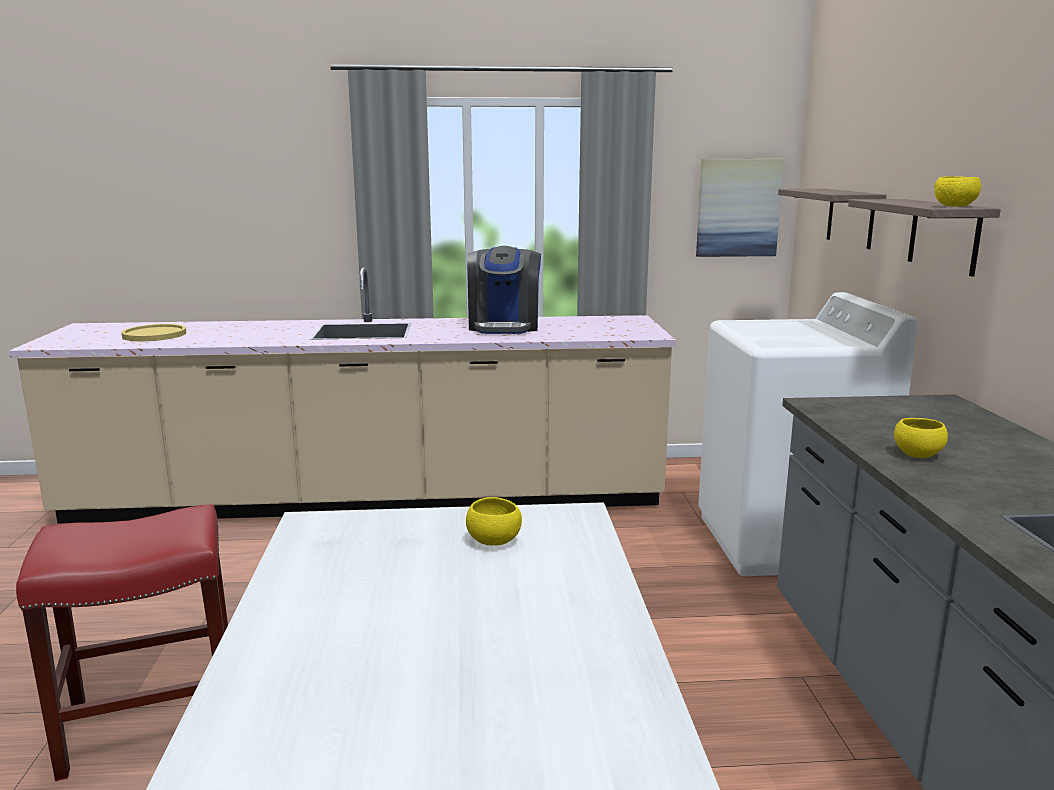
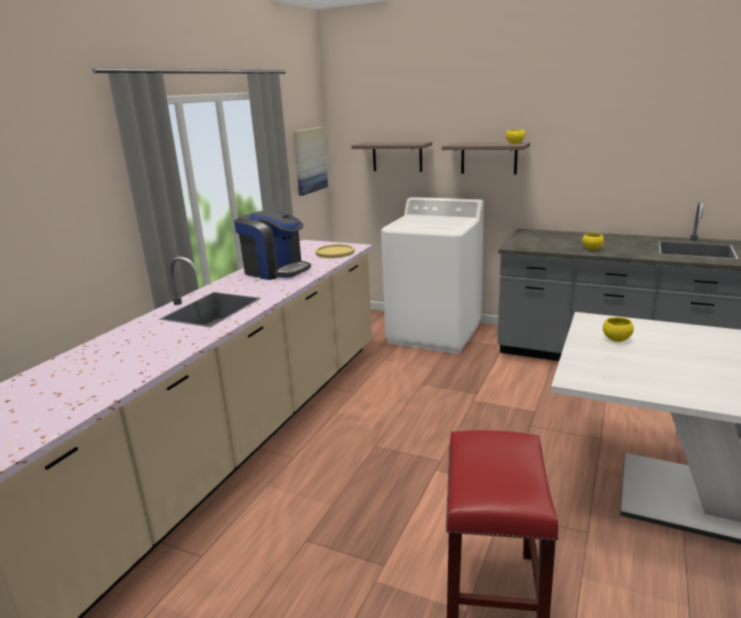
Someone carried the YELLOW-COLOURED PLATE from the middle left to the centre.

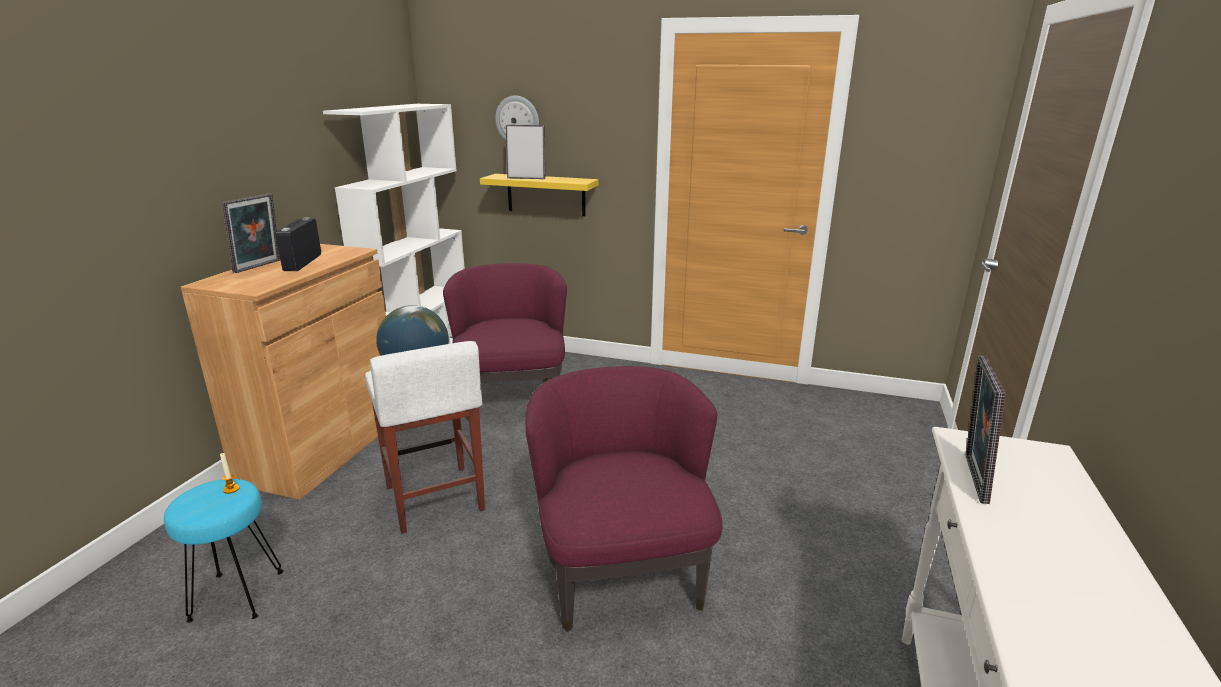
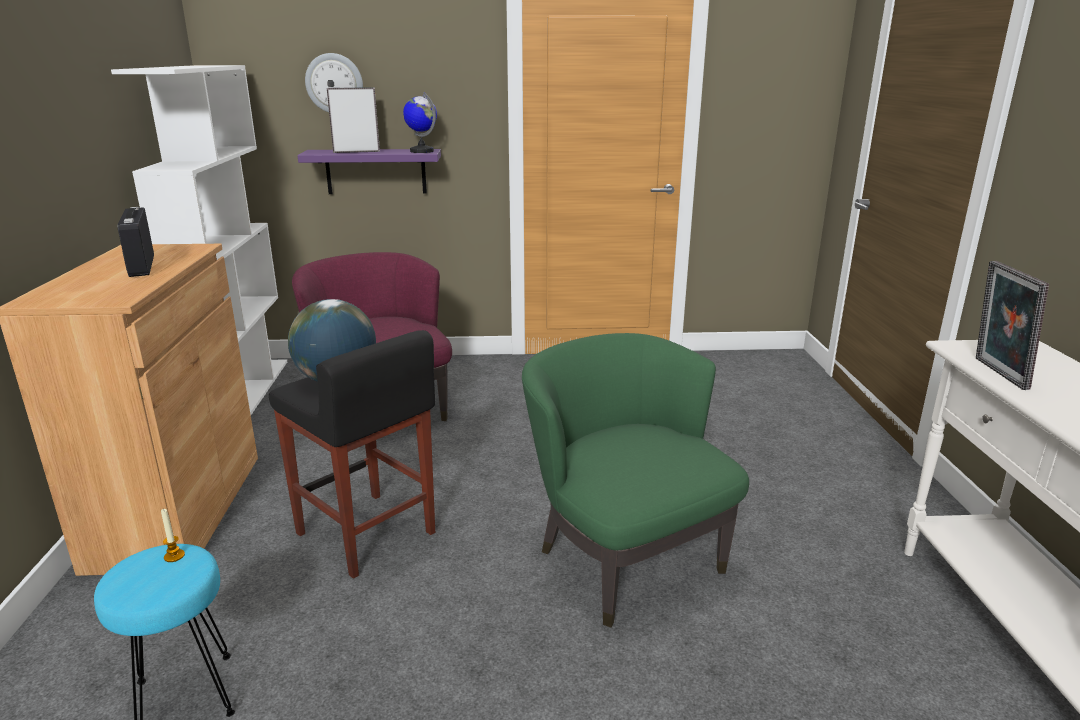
Someone took away the PICTURE FRAME (1st from left) at the middle left. Someone put down the GLOBE (2nd from left) at the top centre. Someone repainted the WHITE STOOL at the centre, which became the BLACKISH STOOL at the middle left. Someone repainted the YELLOW-COLOURED SHELF at the top centre, which became the PURPLE-COLOURED SHELF at the top centre. Someone repainted the PURPLE-COLOURED ARMCHAIR (2nd from left) at the bottom centre, which became the GREENISH ARMCHAIR at the bottom centre.

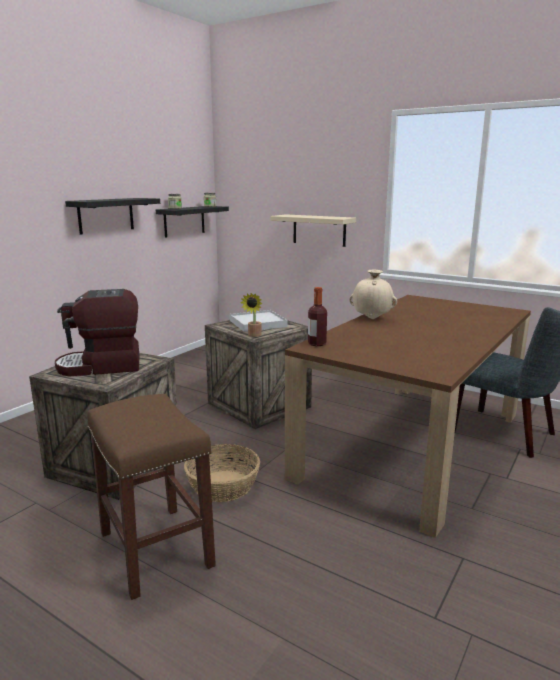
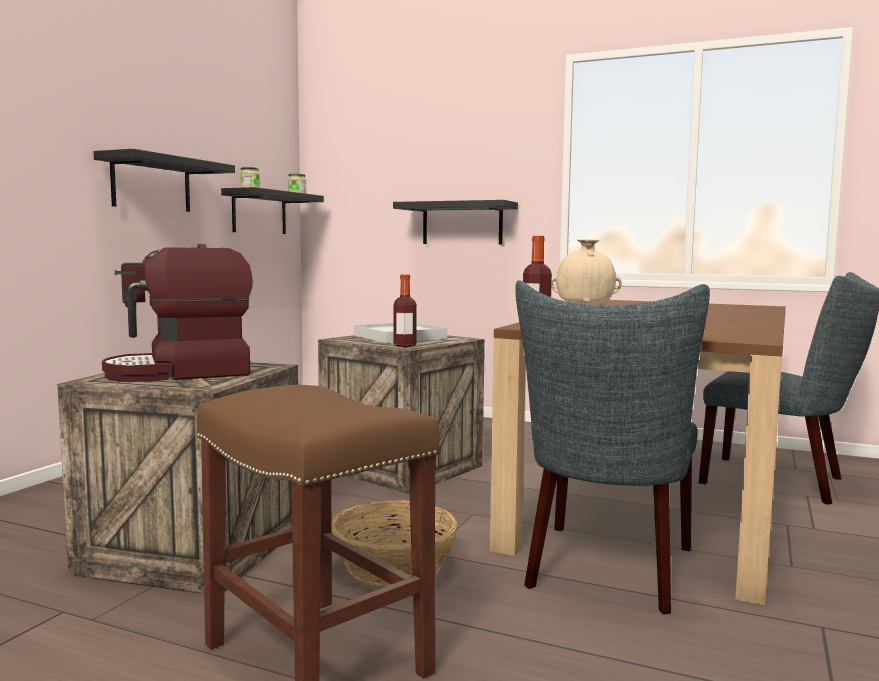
Someone put down the GREY UPRIGHT CHAIR (1st from left) at the middle right. Someone swapped the PLANT IN A POT at the centre for the DRINK BOTTLE (1st from left) at the centre. Someone repainted the BEIGE-COLOURED SHELF at the centre, which became the BLACKISH SHELF (3rd from left) at the top centre.

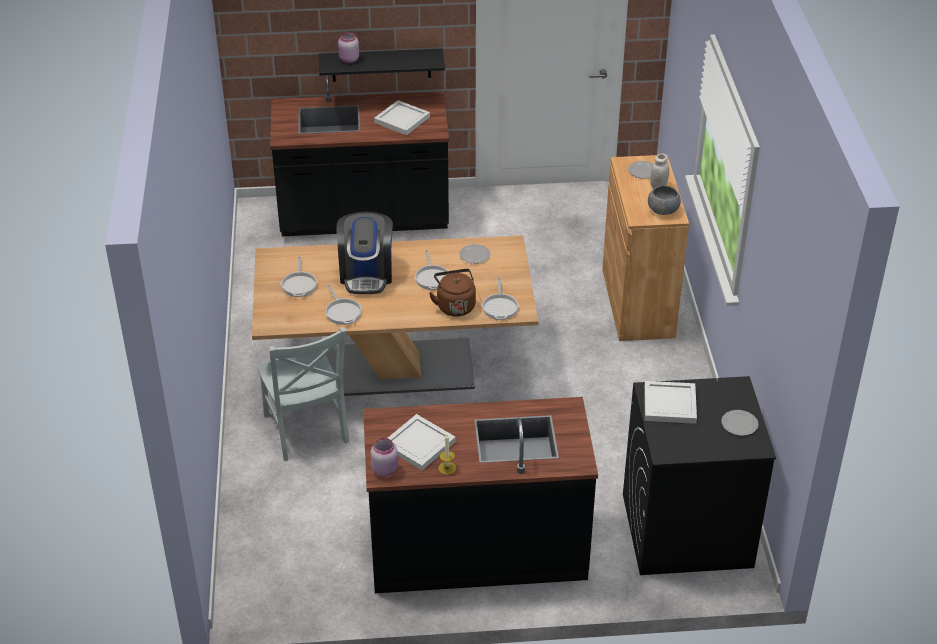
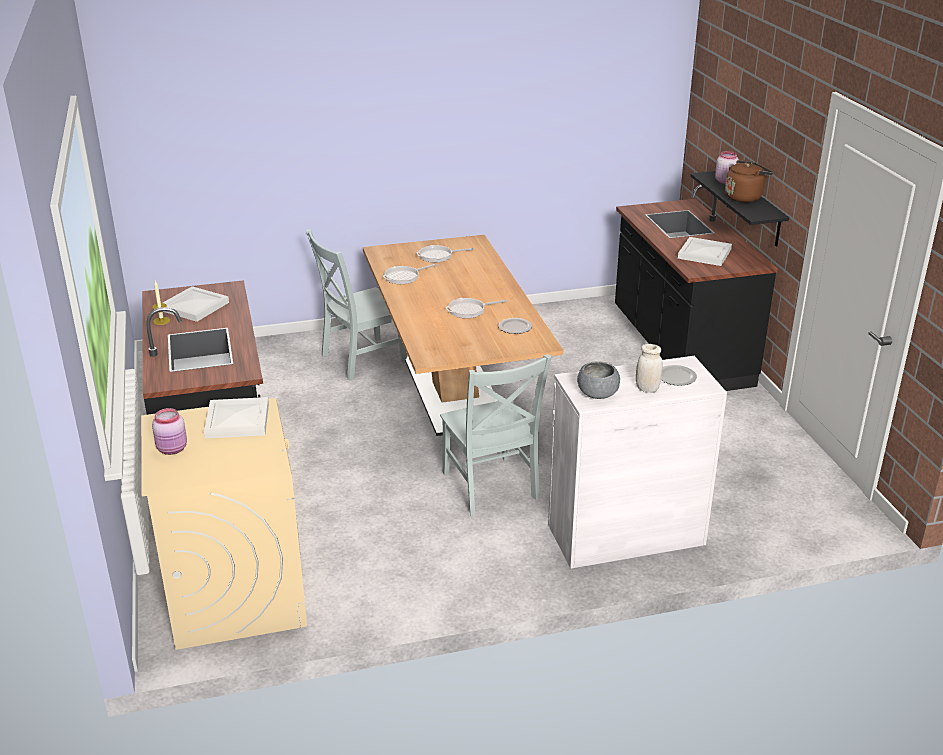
Someone took away the COFFEE MAKER at the centre. Someone took away the PAN (4th from left) at the centre. Someone took away the PLATE (3rd from left) at the middle right. Someone put down the GREY UPRIGHT CHAIR (2nd from left) at the centre. Someone carried the PINK-COLOURED STORAGE JAR (2nd from left in the first image) from the bottom centre to the middle left. Someone carried the BROWNISH WATER KETTLE from the centre to the top right. Someone repainted the BROWNISH STORAGE CABINET at the middle right, which became the WHITE STORAGE CABINET at the middle right. Someone repainted the BLACKISH LAUNDRY MACHINE at the bottom right, which became the BEIGE-COLOURED LAUNDRY MACHINE at the bottom left.

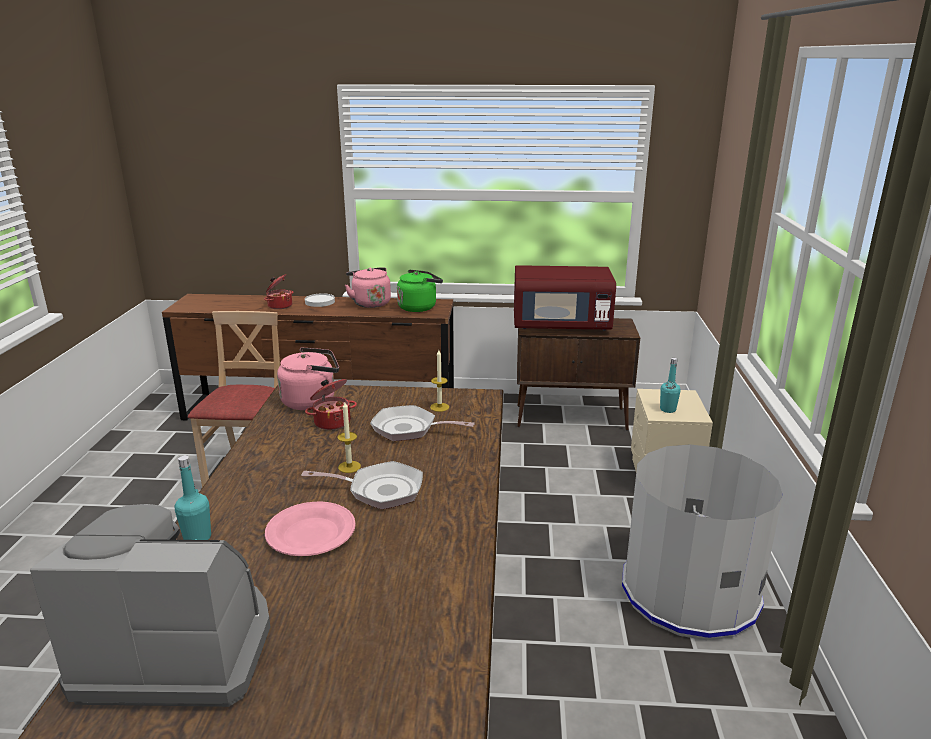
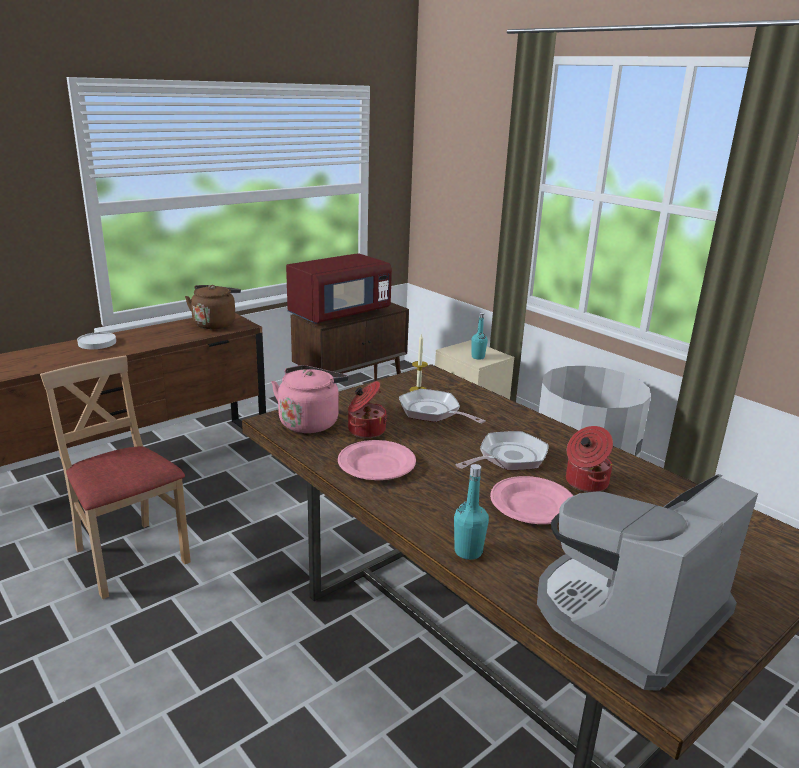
Someone took away the WAX CANDLE (1st from left) at the centre. Someone took away the PINK-COLOURED WATER KETTLE (2nd from left) at the centre. Someone put down the PINK-COLOURED PLATE (1st from left) at the centre. Someone carried the STOCKPOT (1st from left in the first image) from the middle left to the middle right. Someone repainted the GREENISH WATER KETTLE at the centre, which became the BROWNISH WATER KETTLE at the middle left. Someone rotated the PAN (2nd from left in the first image) at the centre by 75 degrees clockwise.

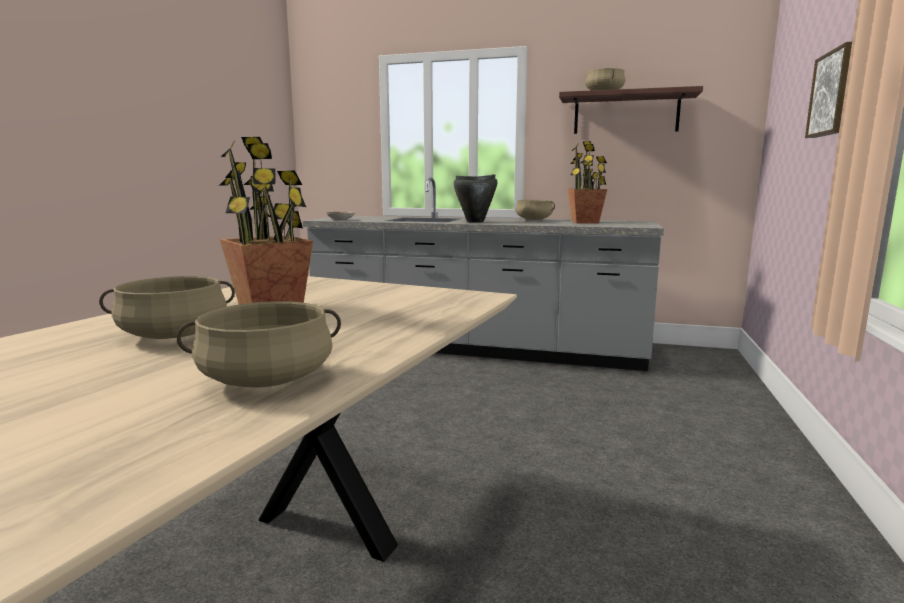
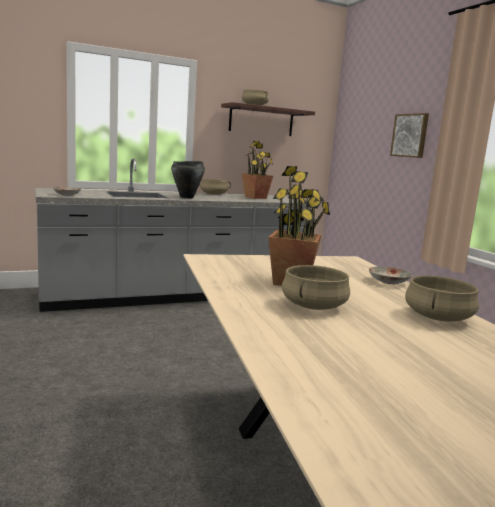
Someone put down the PLATE (2nd from left) at the middle right.

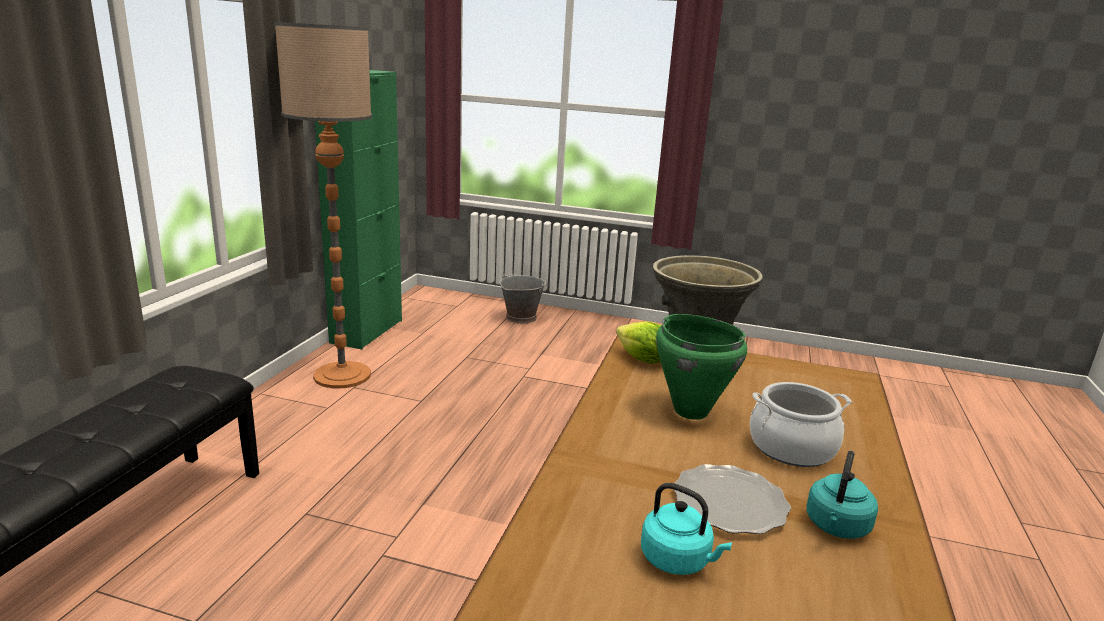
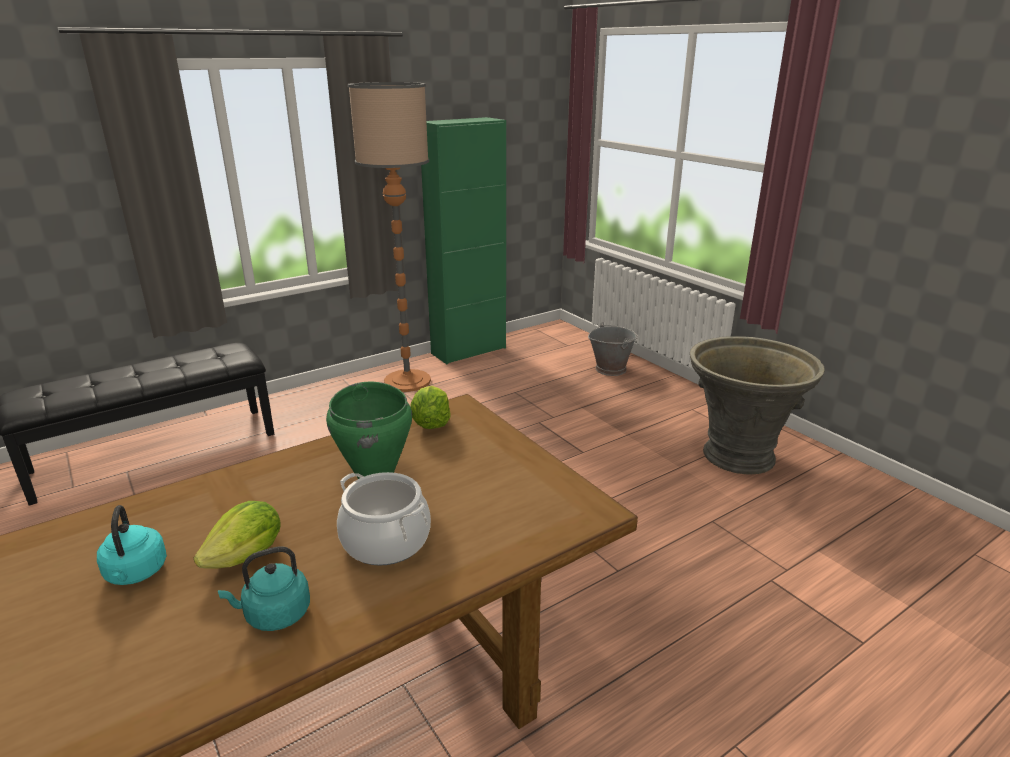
Someone swapped the PLATE at the bottom centre for the HEAD OF LETTUCE (1st from left) at the bottom left.

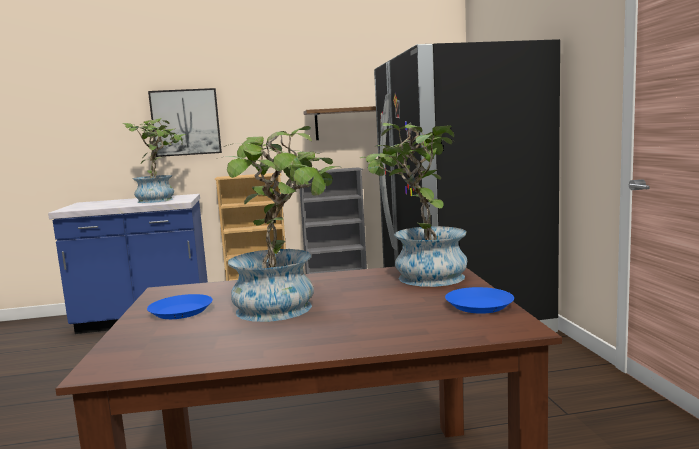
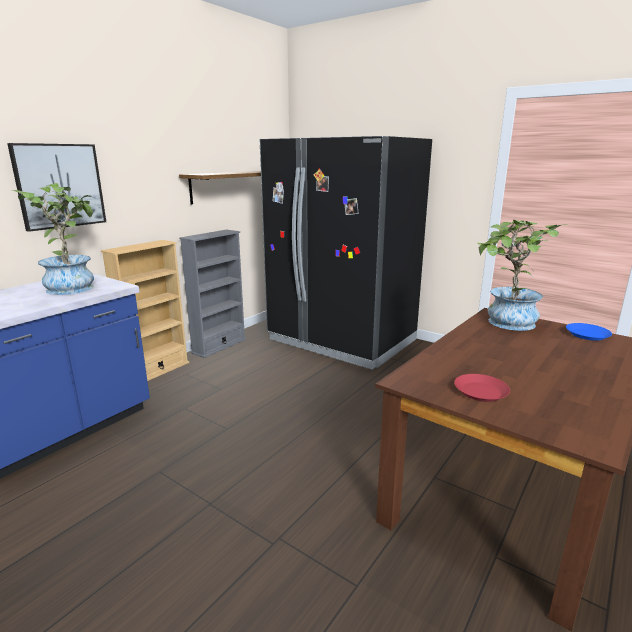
Someone took away the PLANT IN A POT (2nd from left) at the centre. Someone repainted the BLUE PLATE (1st from left) at the bottom left, which became the RED-COLOURED PLATE at the middle right.

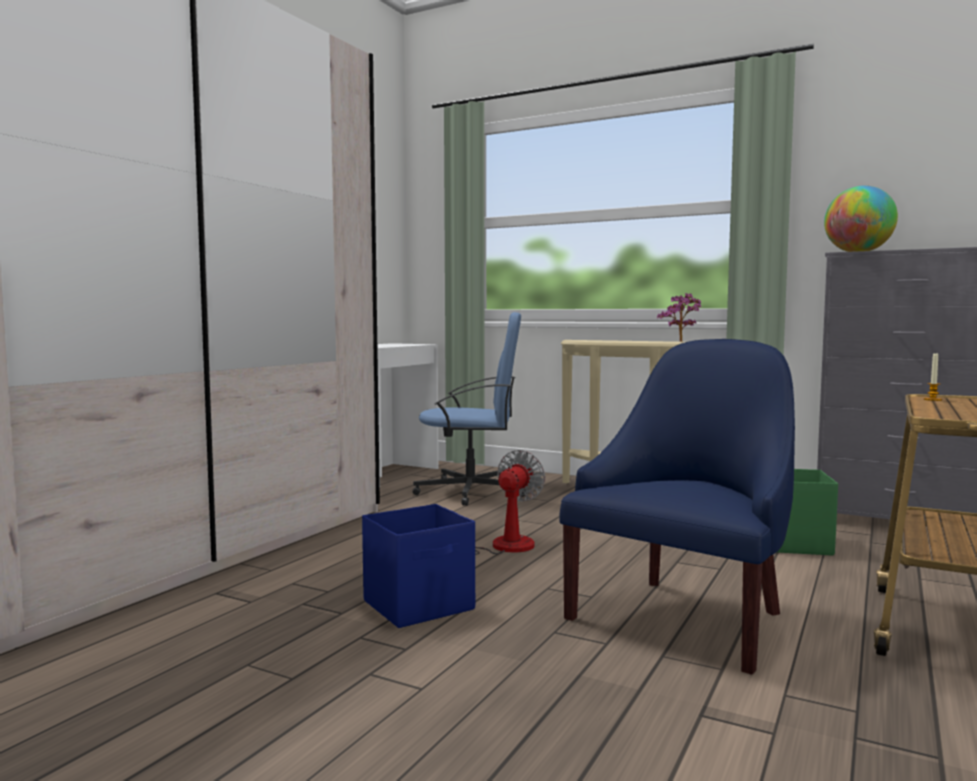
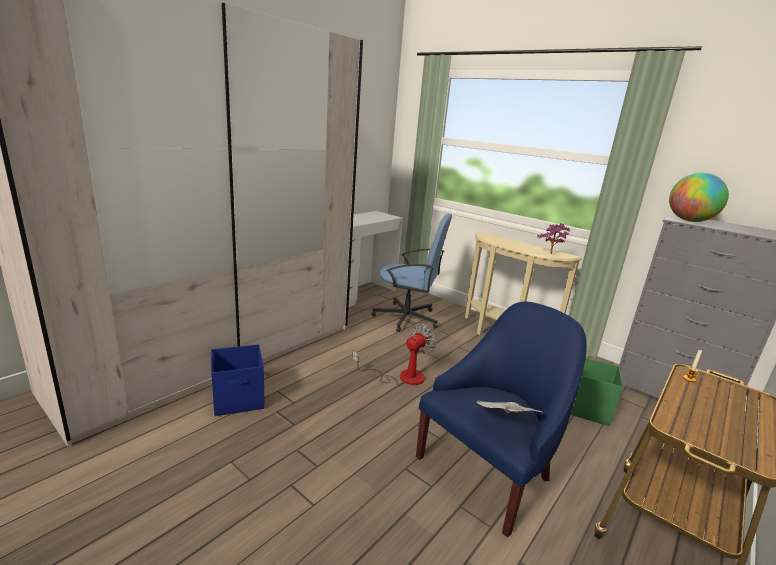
Someone put down the NEWSPAPER at the bottom centre. Someone carried the BLUE STORAGE BOX from the bottom centre to the bottom left.

